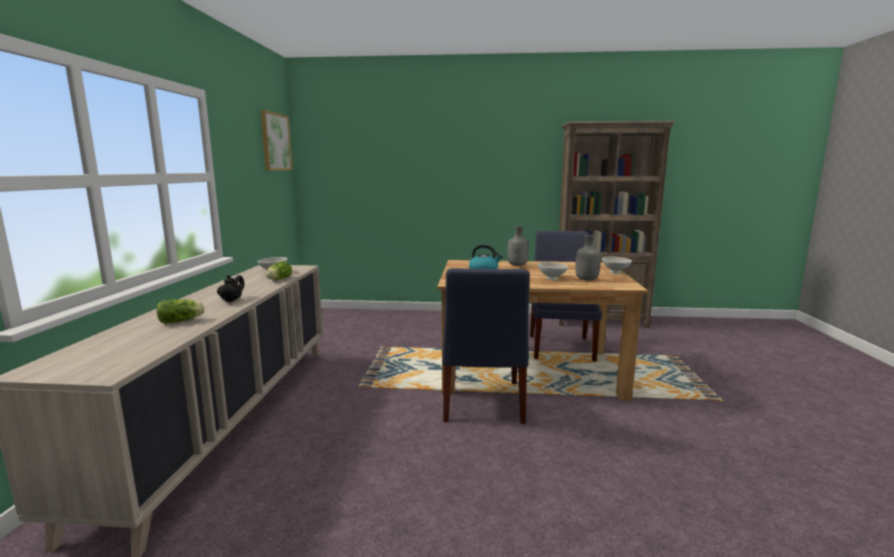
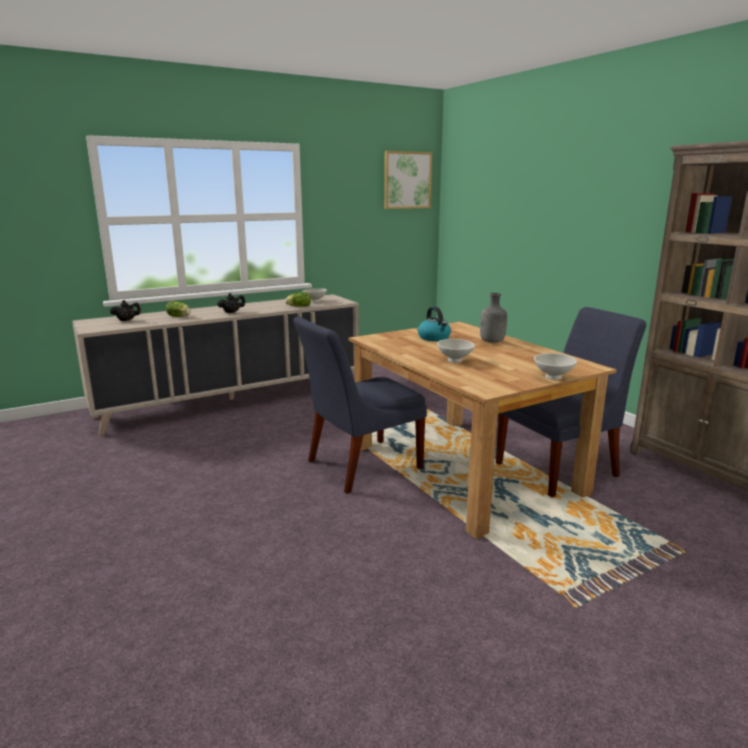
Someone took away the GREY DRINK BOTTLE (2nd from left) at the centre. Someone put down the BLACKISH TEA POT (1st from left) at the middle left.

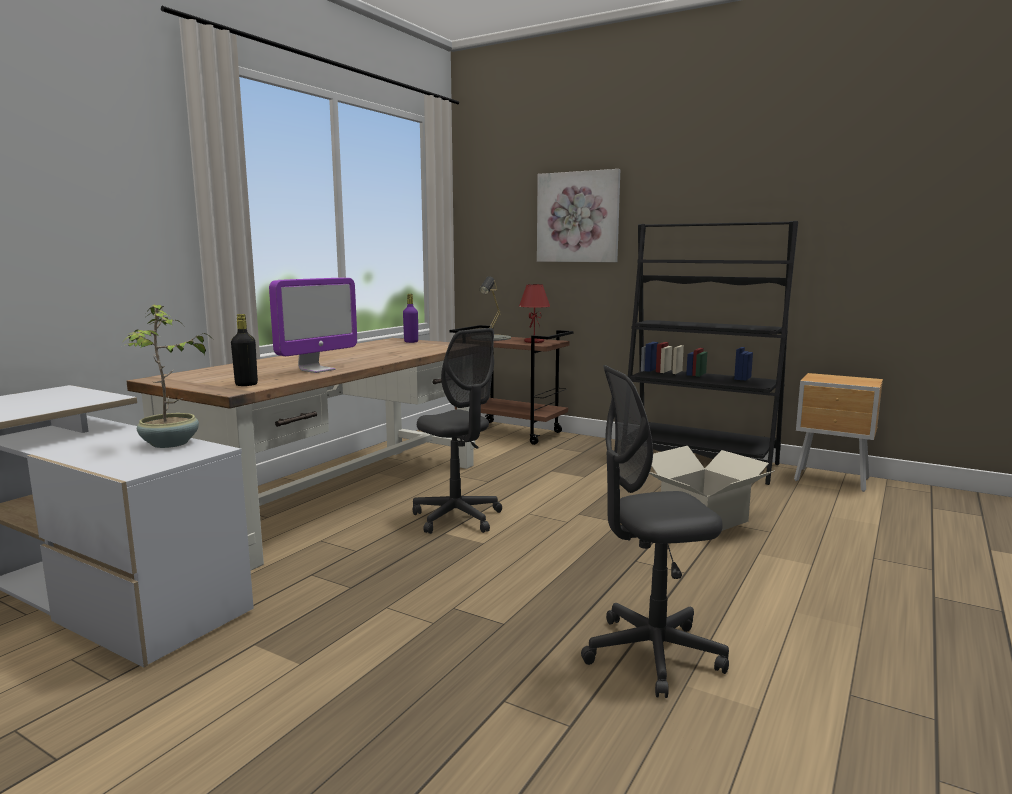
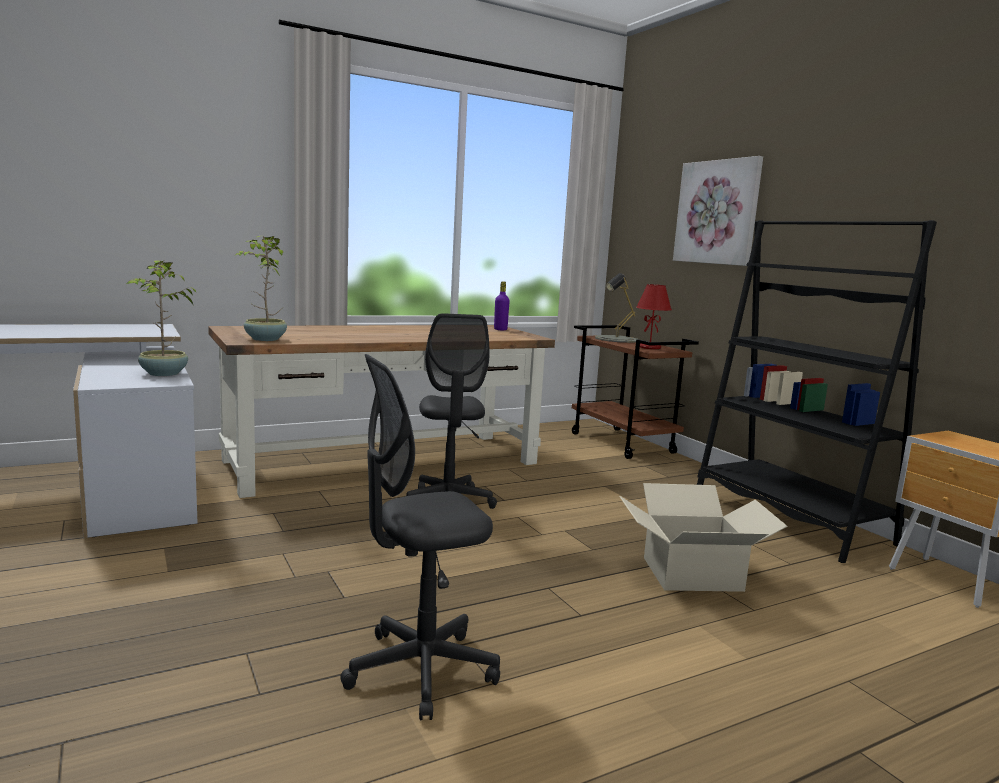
Someone took away the COMPUTER SCREEN at the middle left. Someone swapped the BLACKISH DRINK BOTTLE at the middle left for the PLANT IN A POT (2nd from left) at the middle left. Someone rotated the GREY DESK CHAIR (2nd from left in the first image) at the bottom centre by 45 degrees counterclockwise.

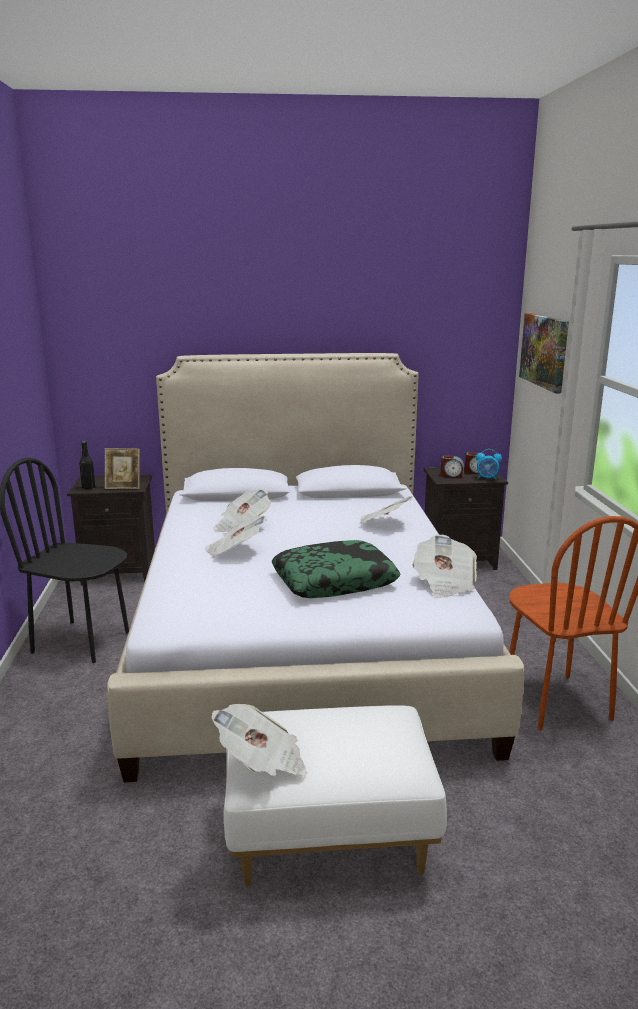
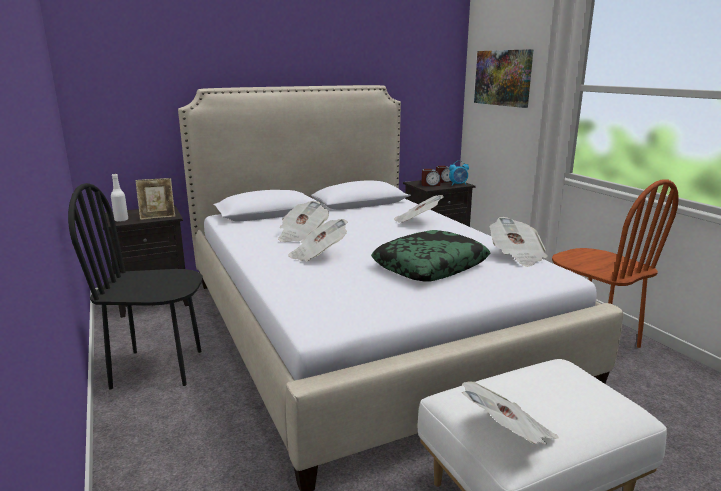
Someone repainted the BLACKISH DRINK BOTTLE at the middle left, which became the WHITE DRINK BOTTLE at the middle left.

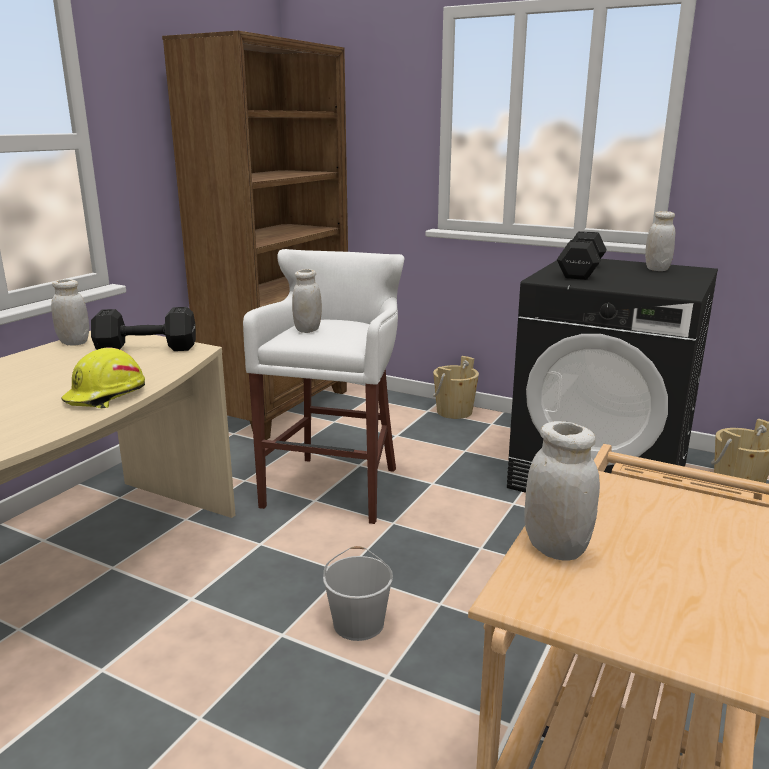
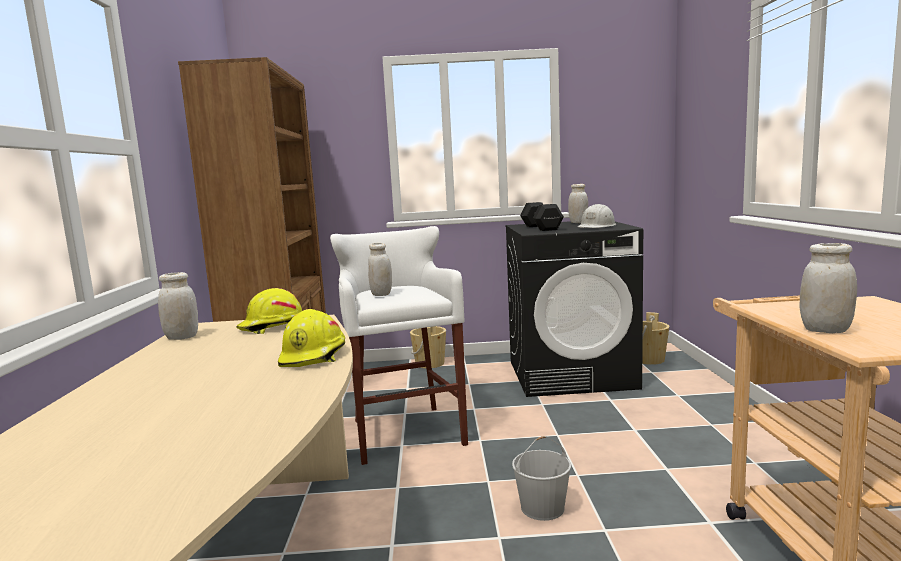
Someone put down the WHITE SAFETY HELMET at the centre. Someone swapped the BLACKISH HAND WEIGHT (1st from left) at the middle left for the YELLOW-COLOURED SAFETY HELMET (1st from left) at the middle left.

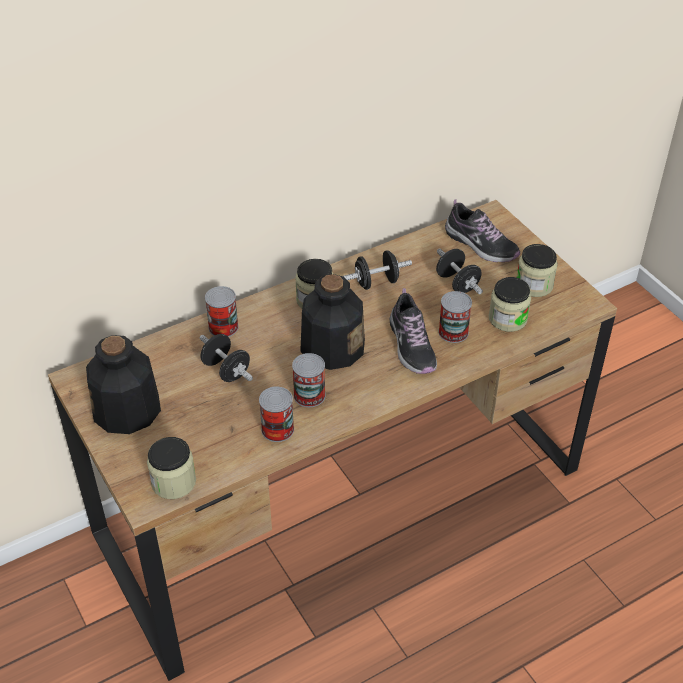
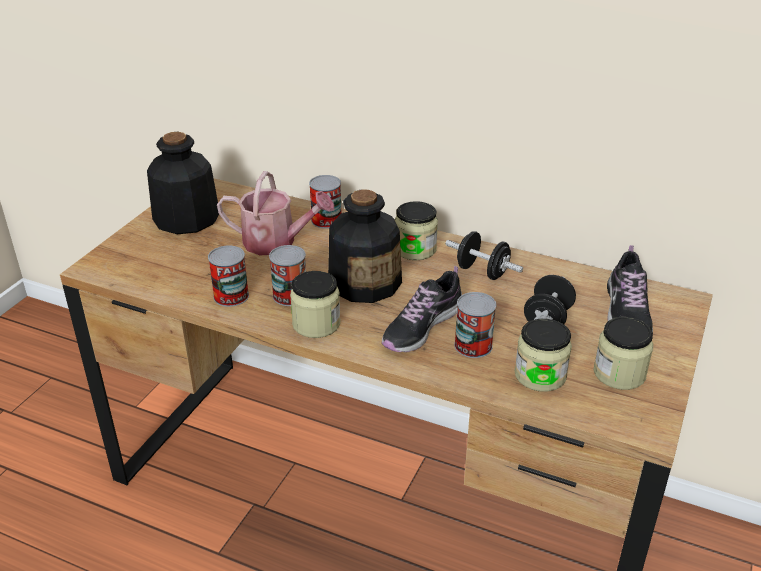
Someone carried the STORAGE JAR (1st from left) from the bottom left to the centre. Someone swapped the BLACKISH HAND WEIGHT (1st from left) at the middle left for the WATERING POT at the centre.

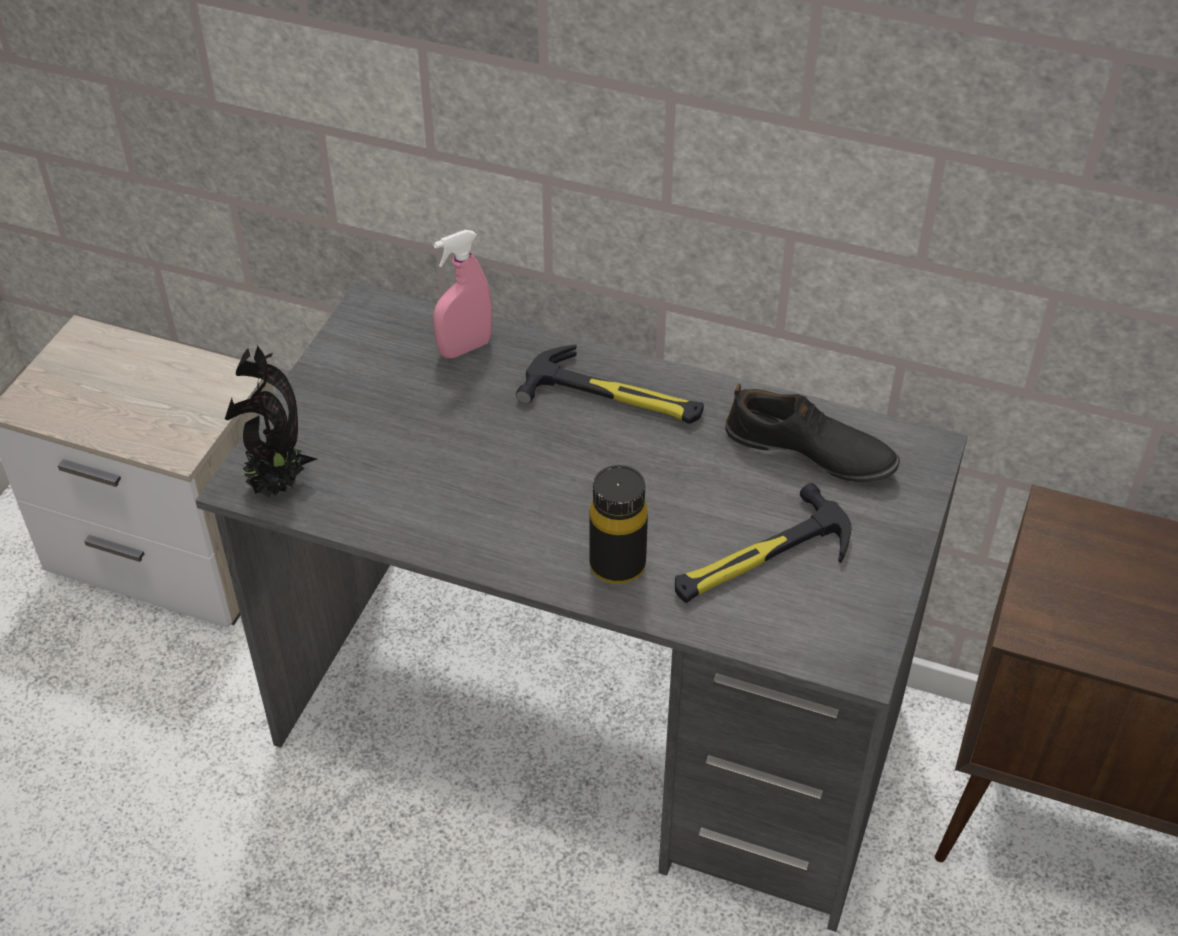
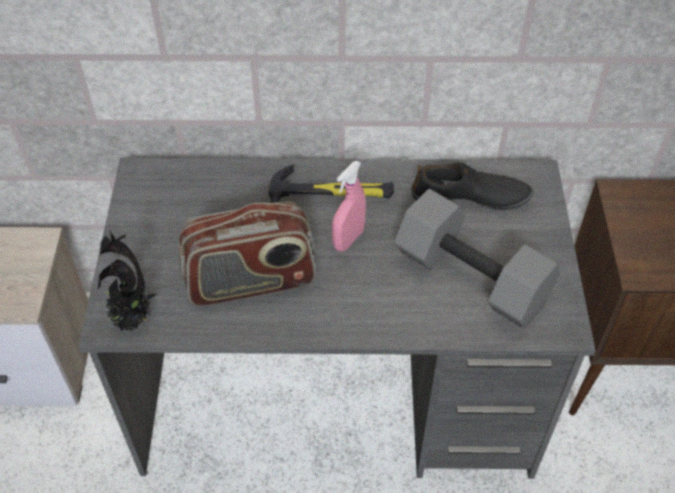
Someone took away the BLACKISH DRINK BOTTLE at the centre. Someone put down the RADIO SET at the centre. Someone carried the PINK-COLOURED SPRAY BOTTLE from the top centre to the centre. Someone swapped the HAMMER (2nd from left) at the centre for the GREY HAND WEIGHT at the middle right.

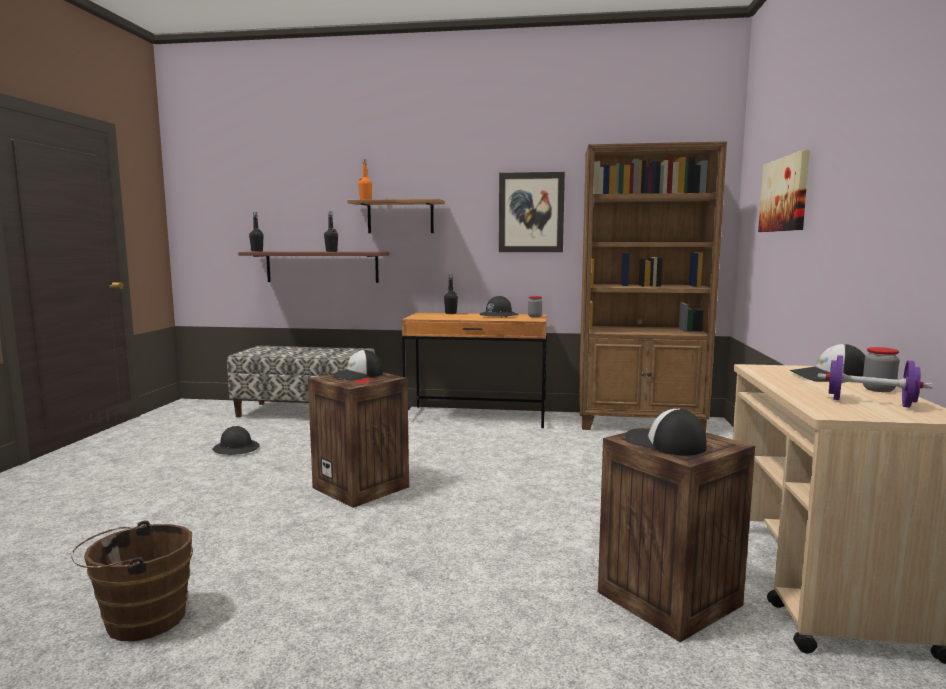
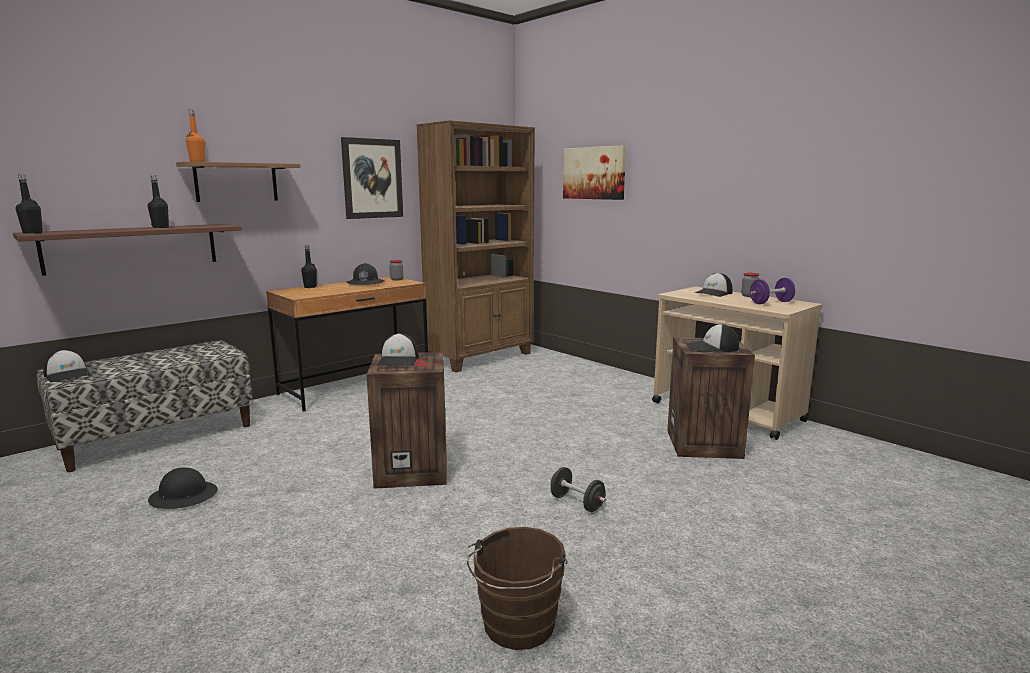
Someone put down the CAP (1st from left) at the middle left. Someone put down the BLACKISH HAND WEIGHT at the bottom centre.

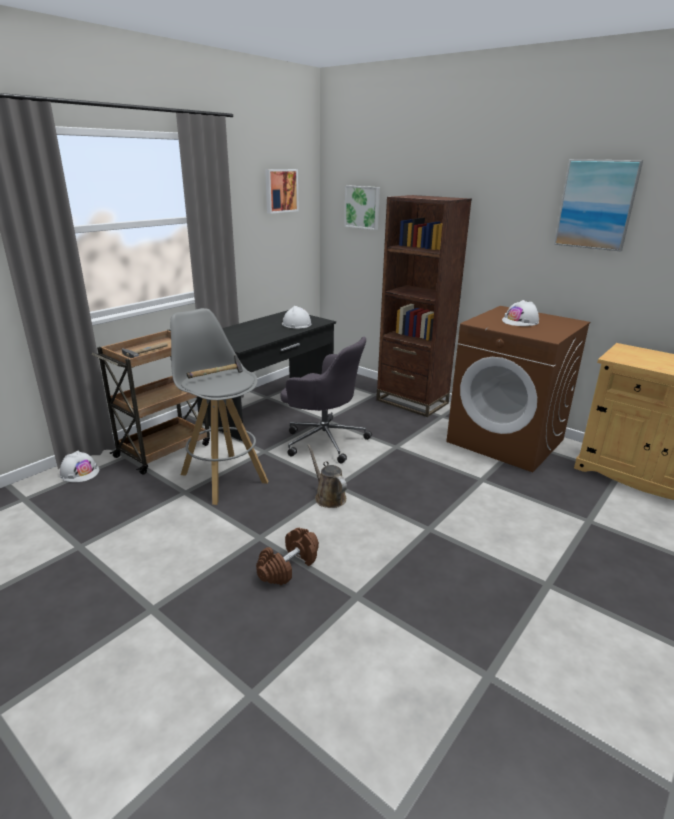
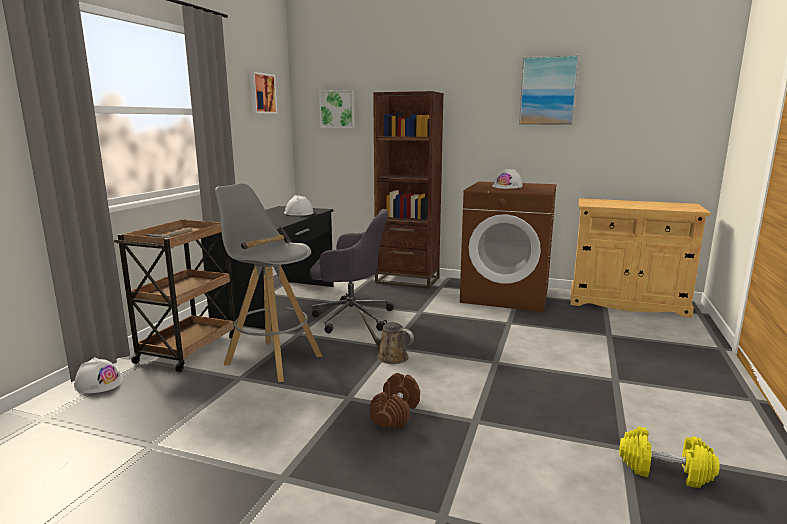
Someone put down the YELLOW-COLOURED HAND WEIGHT at the bottom right.

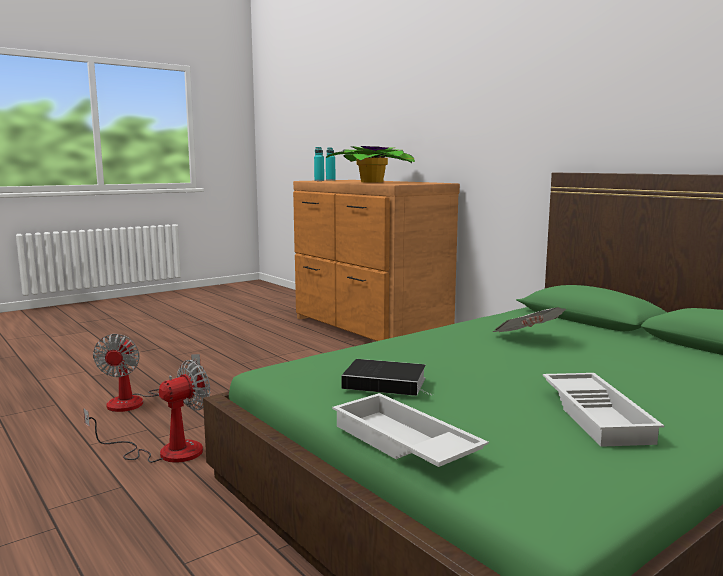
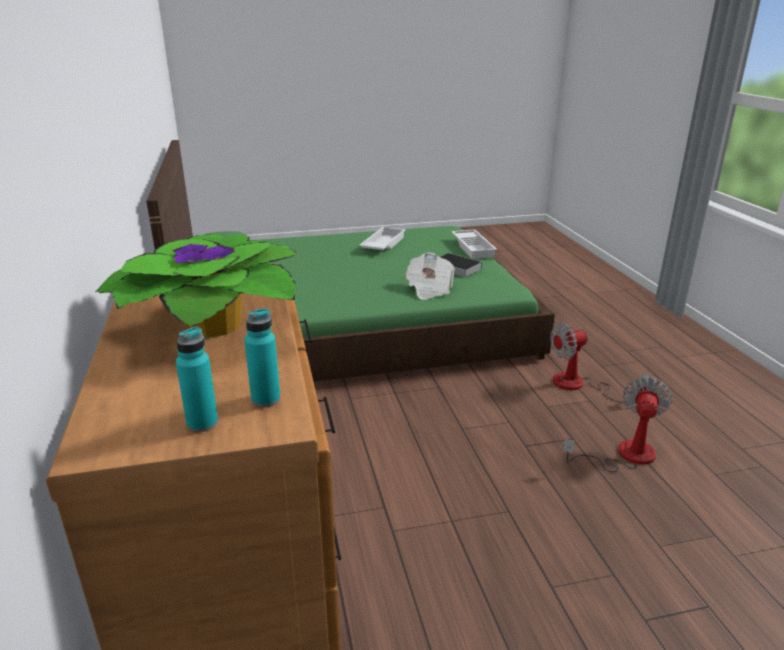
Someone carried the NEWSPAPER from the middle right to the centre.

